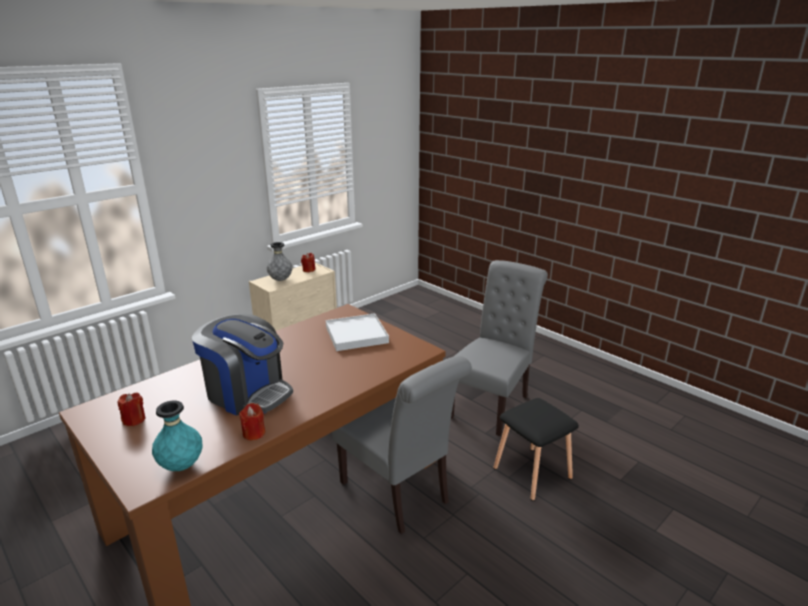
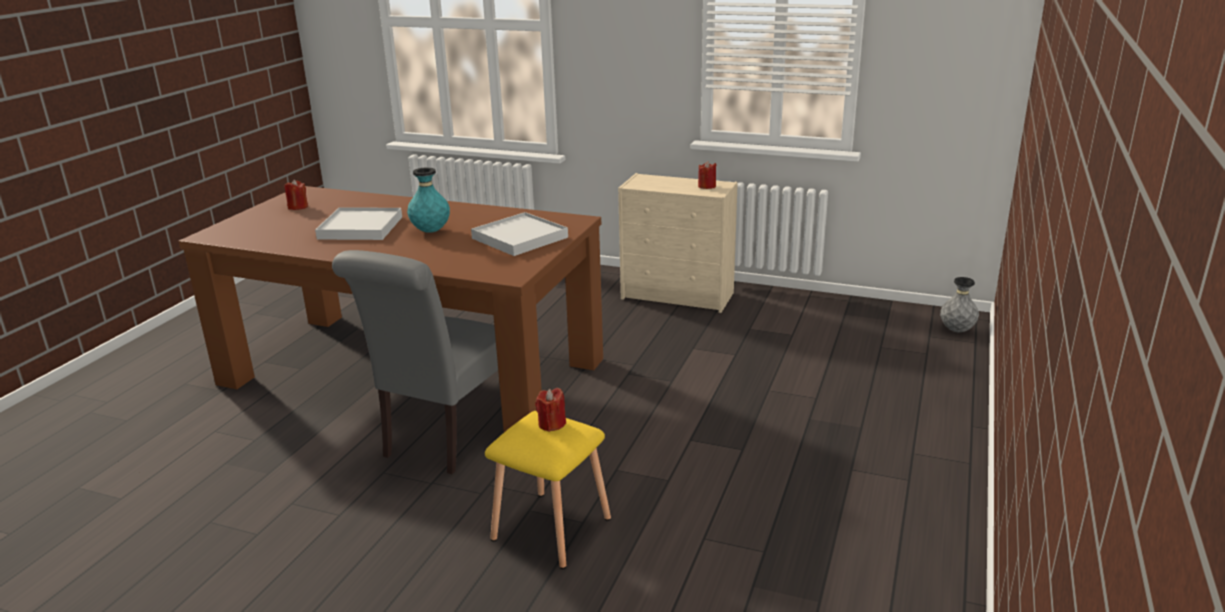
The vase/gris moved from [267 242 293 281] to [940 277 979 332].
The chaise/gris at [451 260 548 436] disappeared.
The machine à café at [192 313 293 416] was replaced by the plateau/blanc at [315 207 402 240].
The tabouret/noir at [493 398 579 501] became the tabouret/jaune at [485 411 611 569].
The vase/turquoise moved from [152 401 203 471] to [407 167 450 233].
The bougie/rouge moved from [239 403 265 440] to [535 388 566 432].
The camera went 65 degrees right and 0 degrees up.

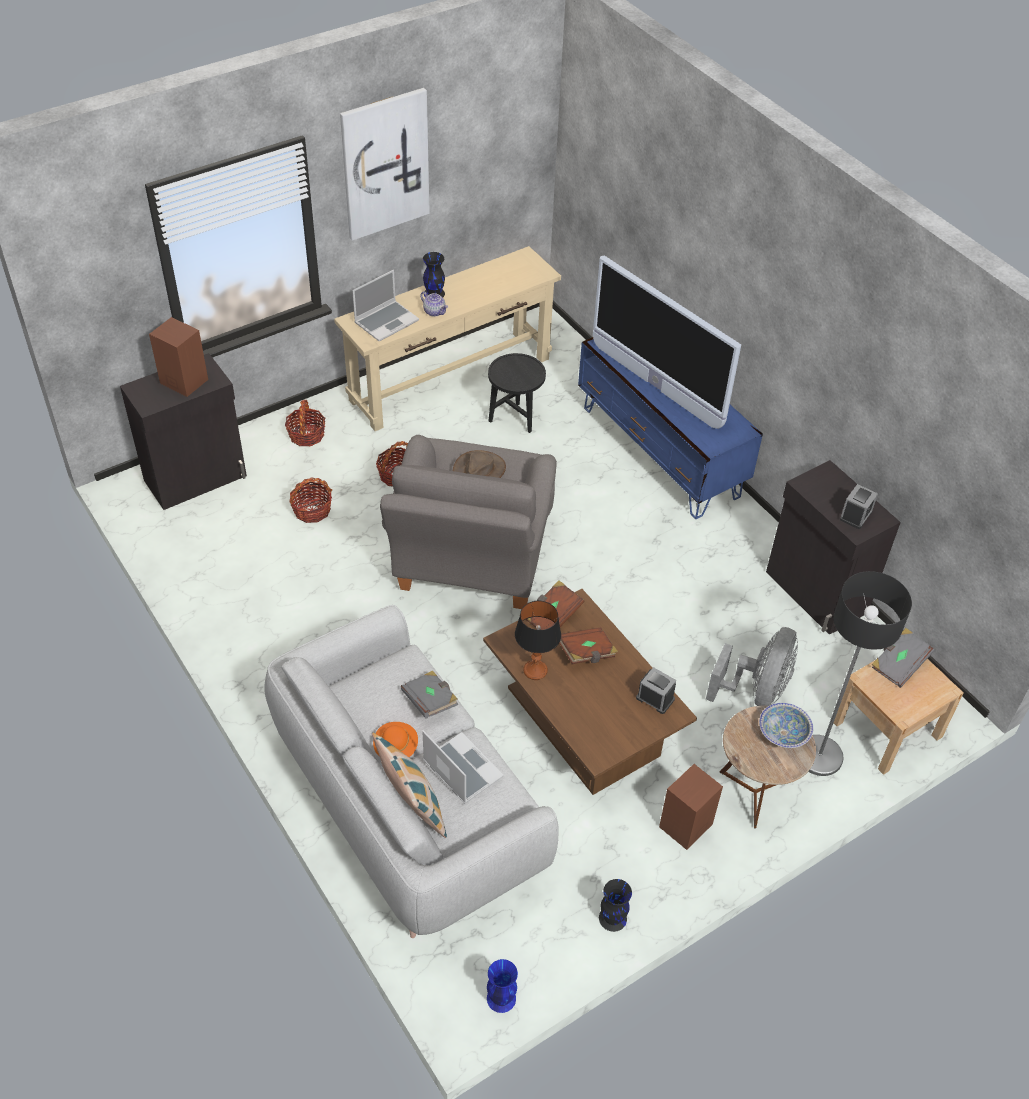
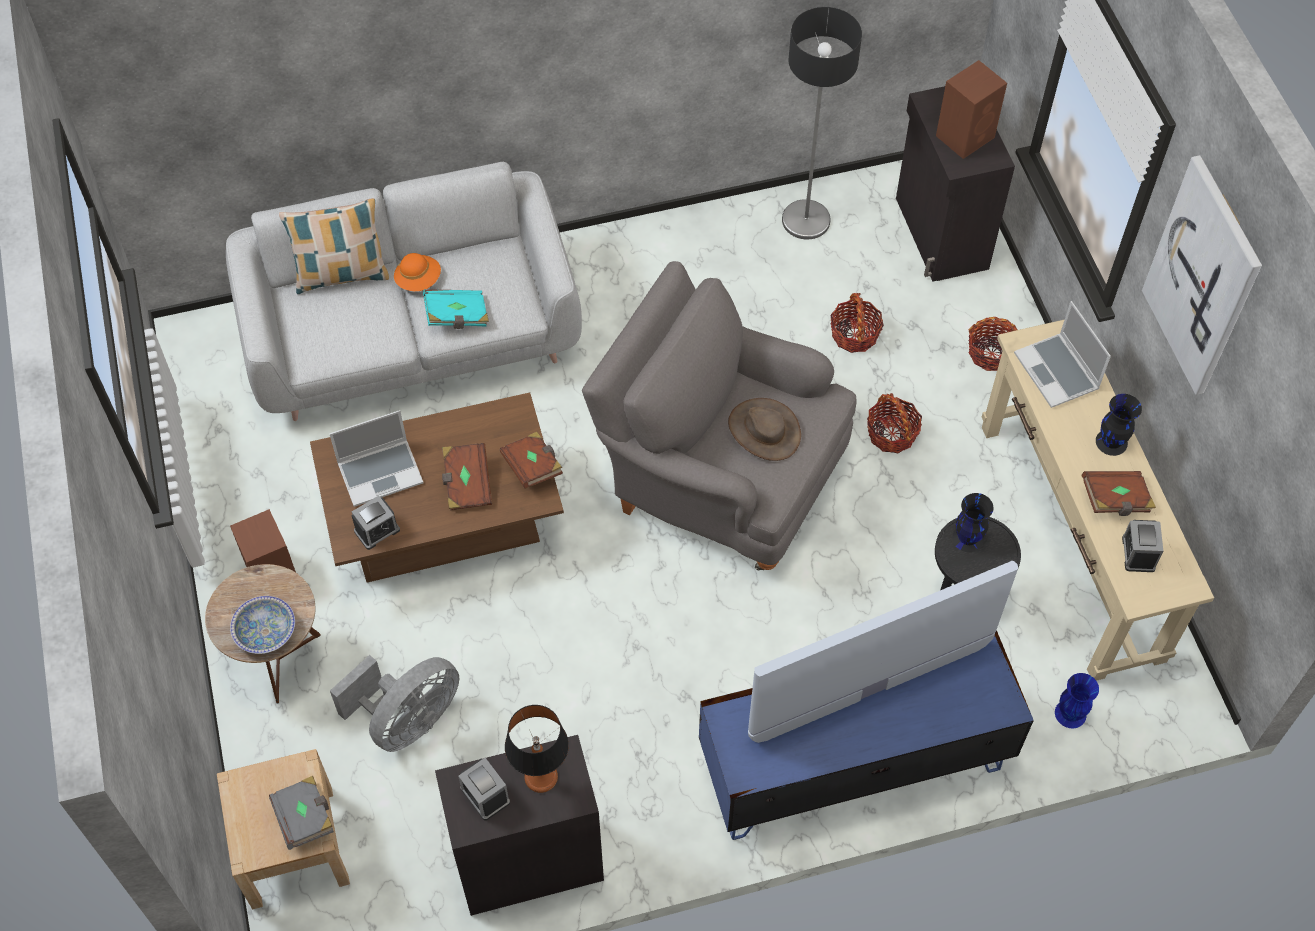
The théière at [420 291 448 317] disappeared.
The lampadaire moved from [808 571 912 776] to [782 7 862 240].
The lampe de table moved from [515 601 561 680] to [505 705 569 793].
The ventilateur/gris at [706 627 798 706] turned 90 degrees counterclockwise.
The livre/gris at [401 671 458 719] became the livre/turquoise at [423 289 489 329].
The ordinateur portable moved from [422 730 504 804] to [329 410 424 507].
The vase/noir moved from [599 879 632 932] to [952 493 993 552].
The vase/bleu moved from [487 959 518 1013] to [1055 673 1099 728].
The livre/marron at [1082 471 1156 516] appeared.
The réveil at [1122 520 1163 572] appeared.
The camera went 110 degrees right and 10 degrees up.

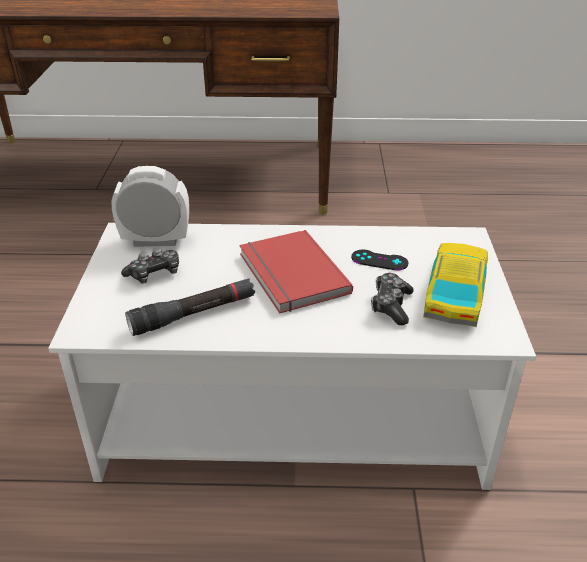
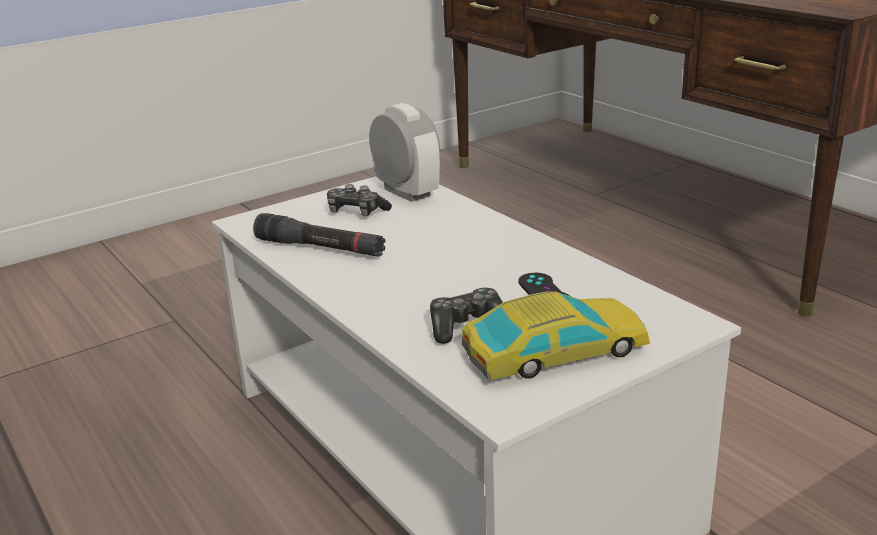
The livre/rouge at [240 230 353 313] disappeared.
The camera went 55 degrees right and 10 degrees down.

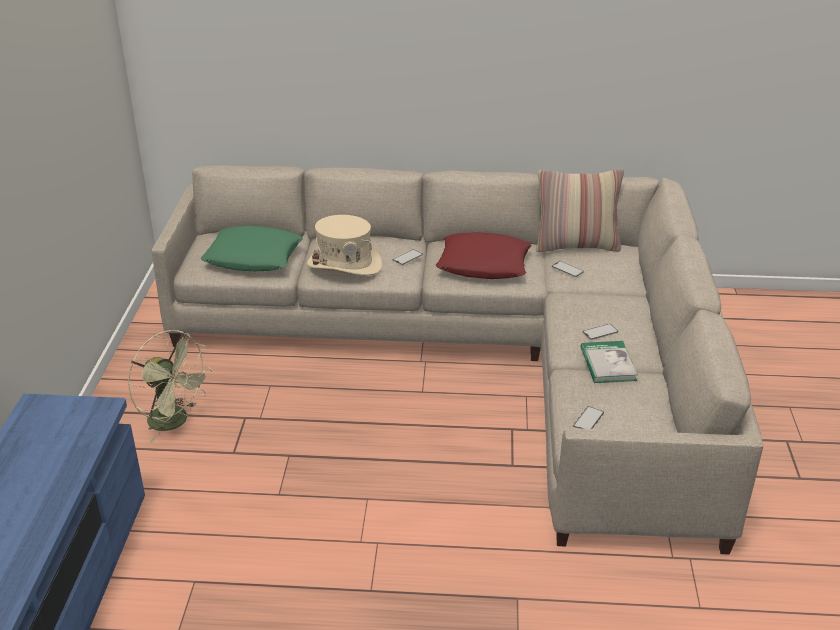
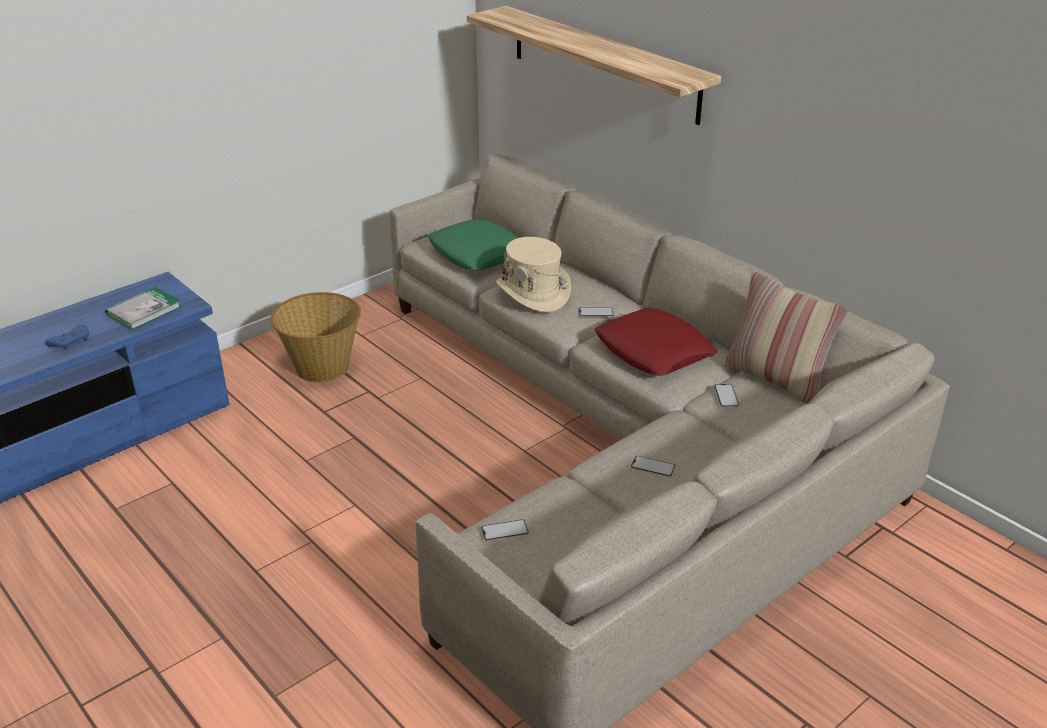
The ventilateur/vert at [128 330 213 443] was replaced by the panier at [270 292 361 382].
The livre moved from [580 341 638 383] to [105 287 182 330].
The étagère at [467 6 721 125] appeared.
The manette/bleu at [45 325 89 350] appeared.
The camera went 45 degrees right and 0 degrees up.

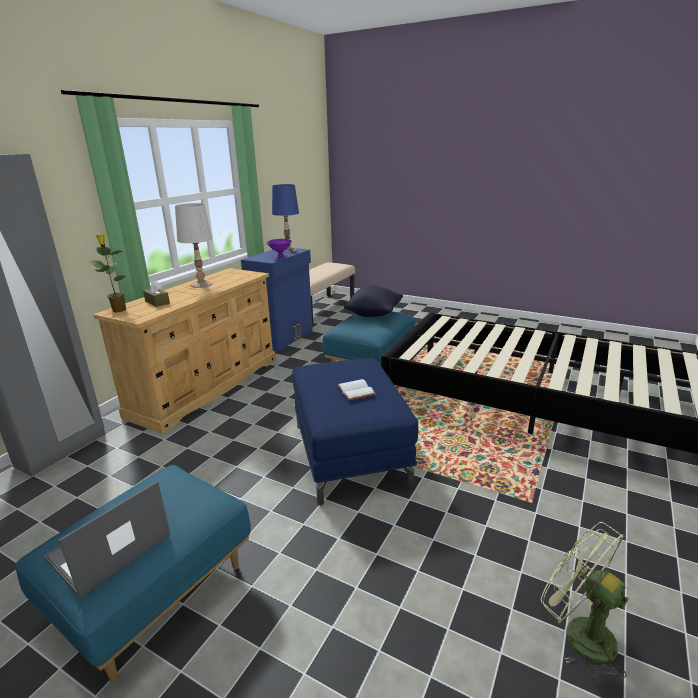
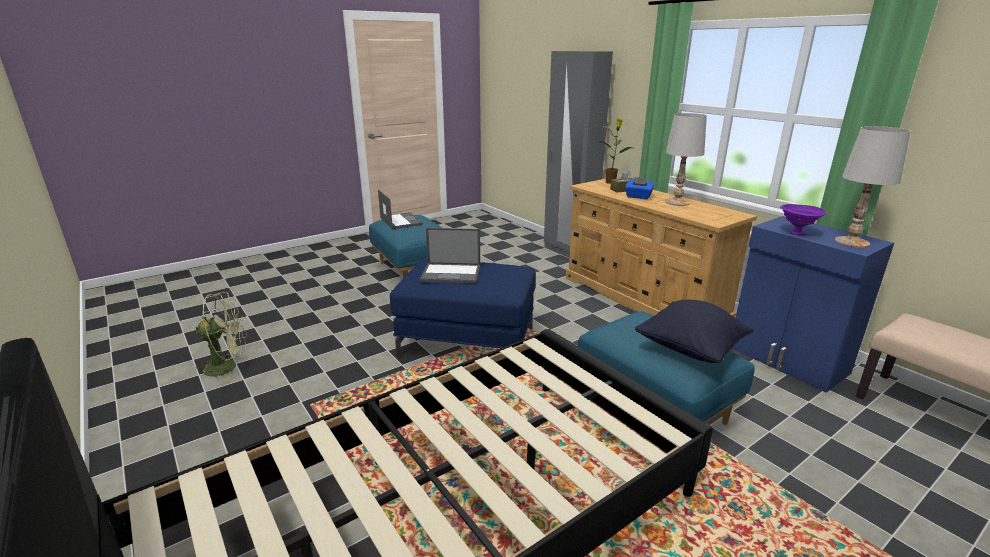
The lampe de table/bleu at [272 184 299 253] became the lampe de table/blanc at [835 126 911 248].
The livre/blanc at [337 379 376 401] was replaced by the ordinateur portable at [420 228 480 283].
The boîte à mouchoirs/bleu at [625 177 655 199] appeared.
The camera went 115 degrees right and 0 degrees up.

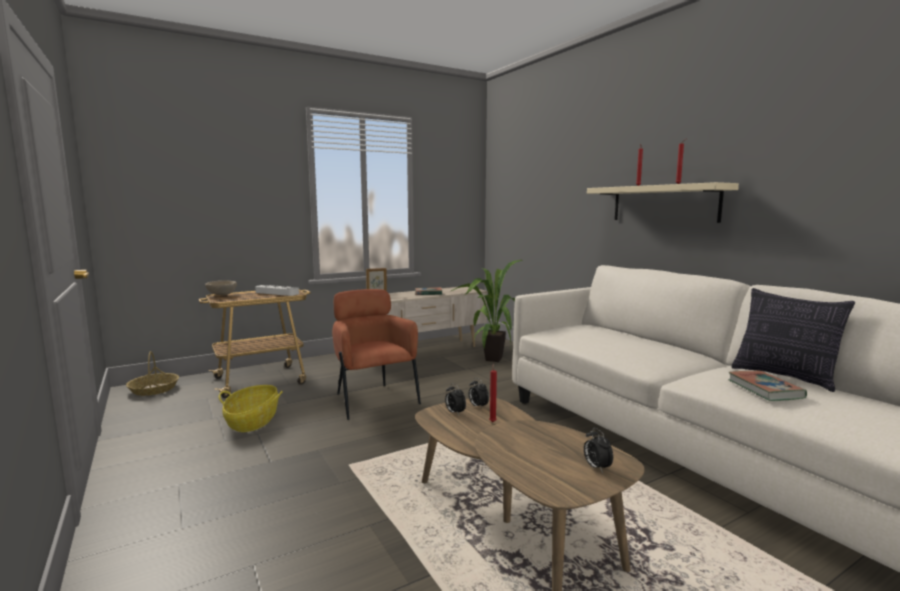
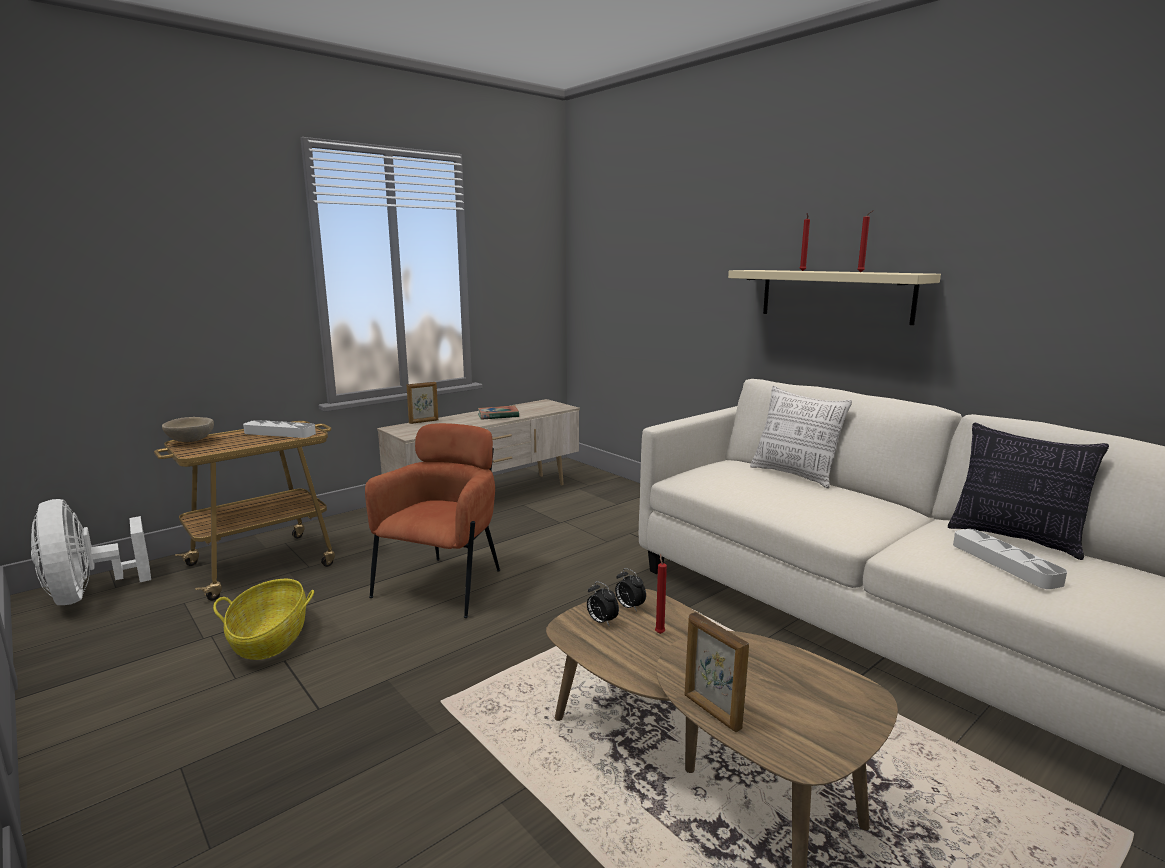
The plante en pot at [451 260 523 362] disappeared.
The fauteuil/marron at [332 289 421 420] turned 60 degrees clockwise.
The panier at [126 351 179 396] was replaced by the ventilateur/blanc at [31 499 151 605].
The livre at [728 371 807 401] was replaced by the plateau/gris at [953 529 1067 589].
The réveil at [584 428 613 473] disappeared.
The coussin at [750 386 852 489] appeared.
The cadre photo at [684 612 749 732] appeared.
The camera went 10 degrees left and 5 degrees up.

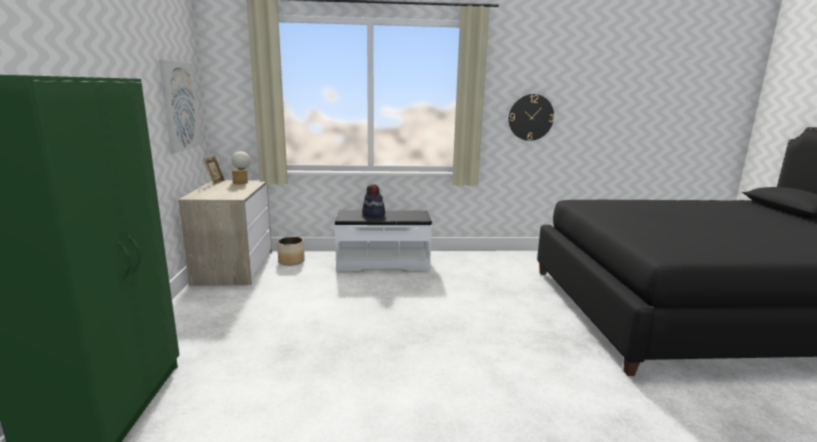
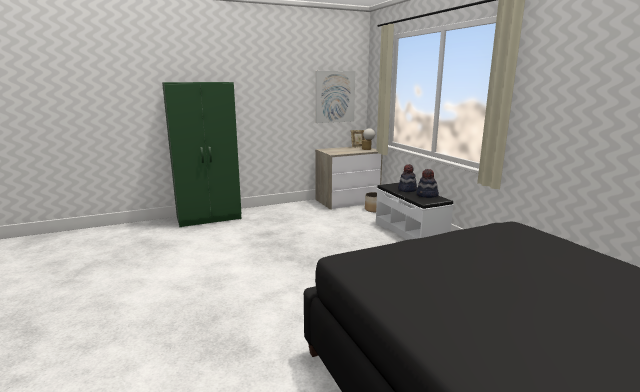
The horloge murale at [509 94 554 141] disappeared.
The chapeau at [416 169 439 198] appeared.
The camera went 70 degrees right and 0 degrees up.

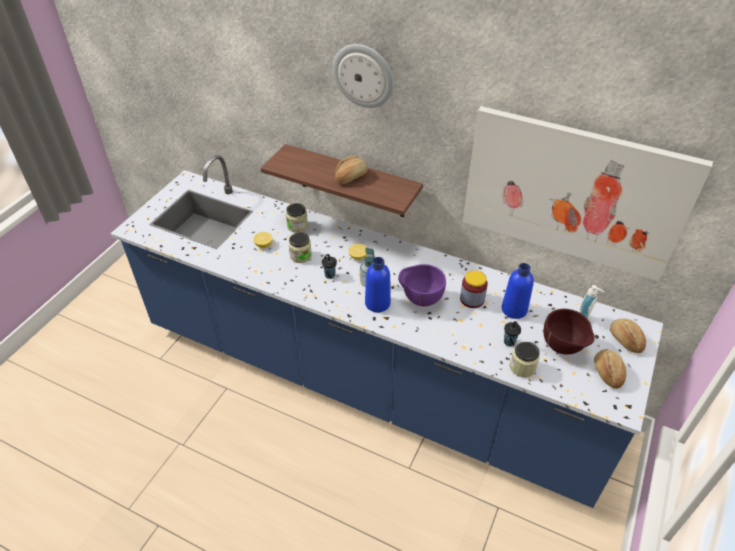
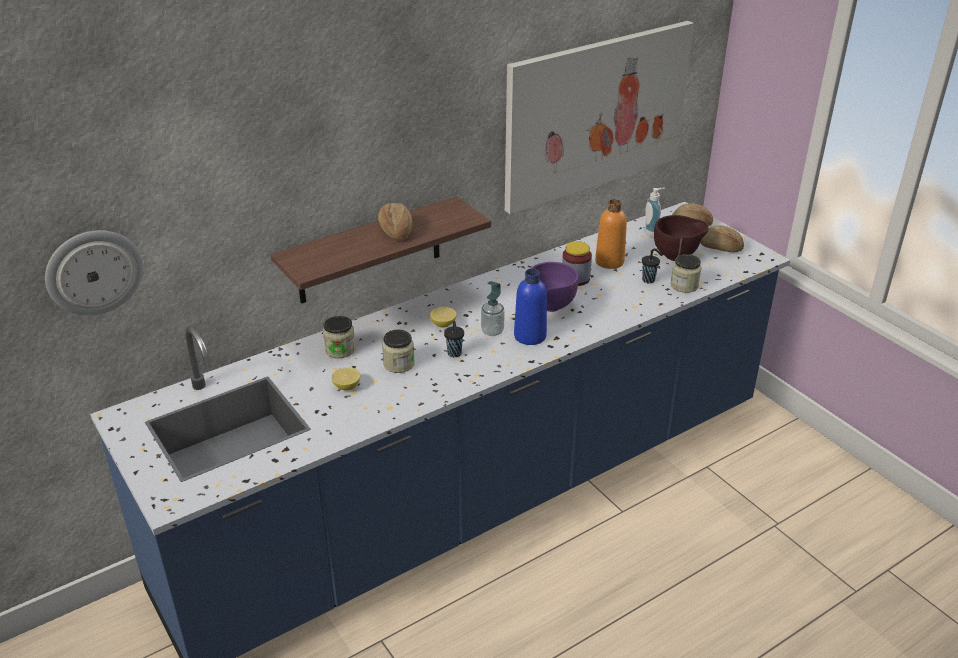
The horloge murale moved from [333 44 394 108] to [45 230 143 315].
The bouteille/bleu at [502 263 534 319] became the bouteille/orange at [595 199 627 269].
The camera went 60 degrees left and 10 degrees down.

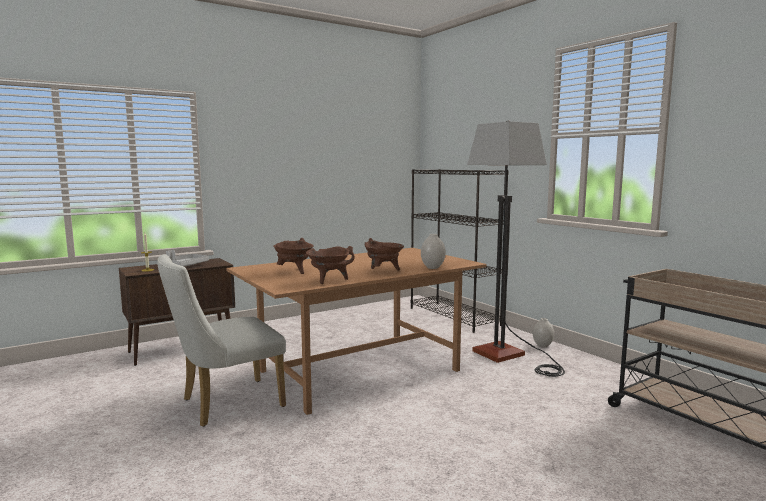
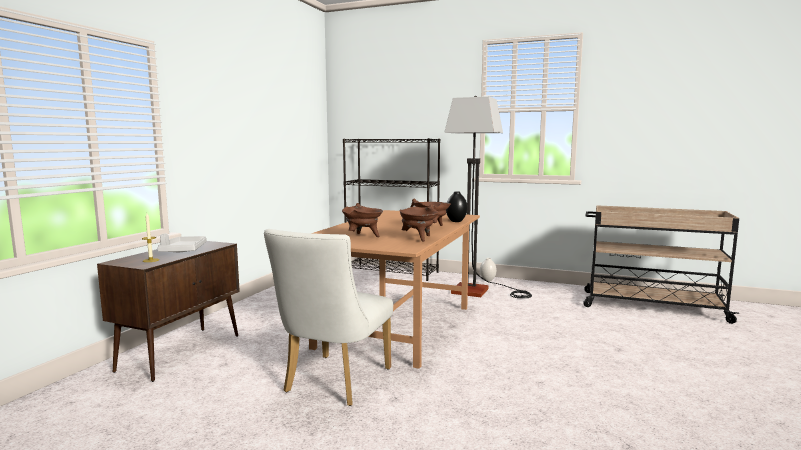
The vase/blanc at [421 234 446 269] became the vase/noir at [446 191 468 222].
The camera went 35 degrees left and 0 degrees up.

